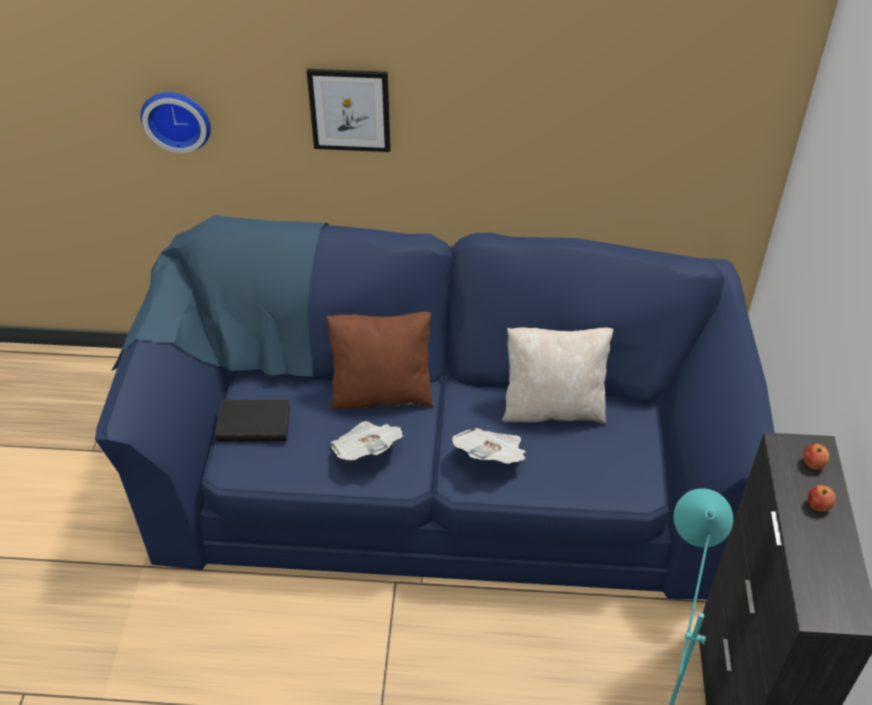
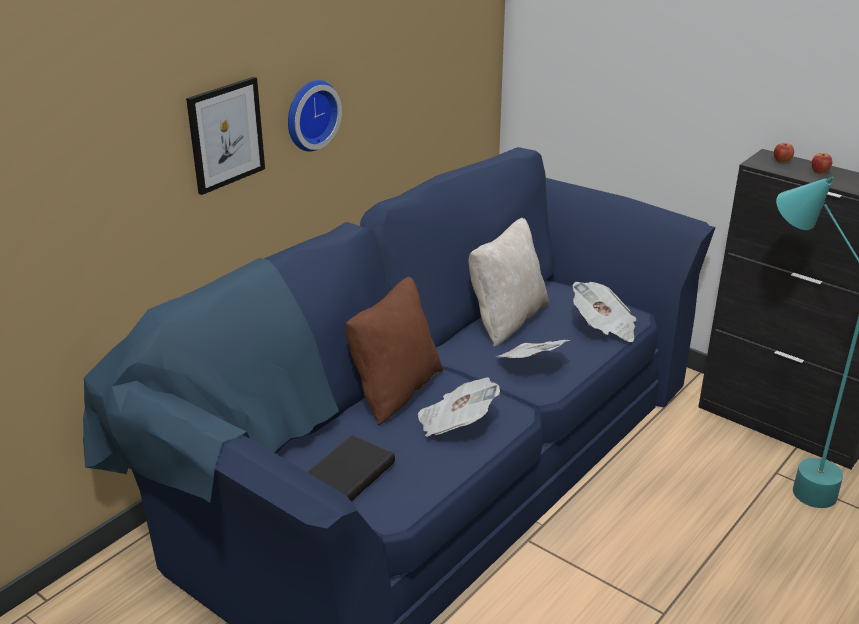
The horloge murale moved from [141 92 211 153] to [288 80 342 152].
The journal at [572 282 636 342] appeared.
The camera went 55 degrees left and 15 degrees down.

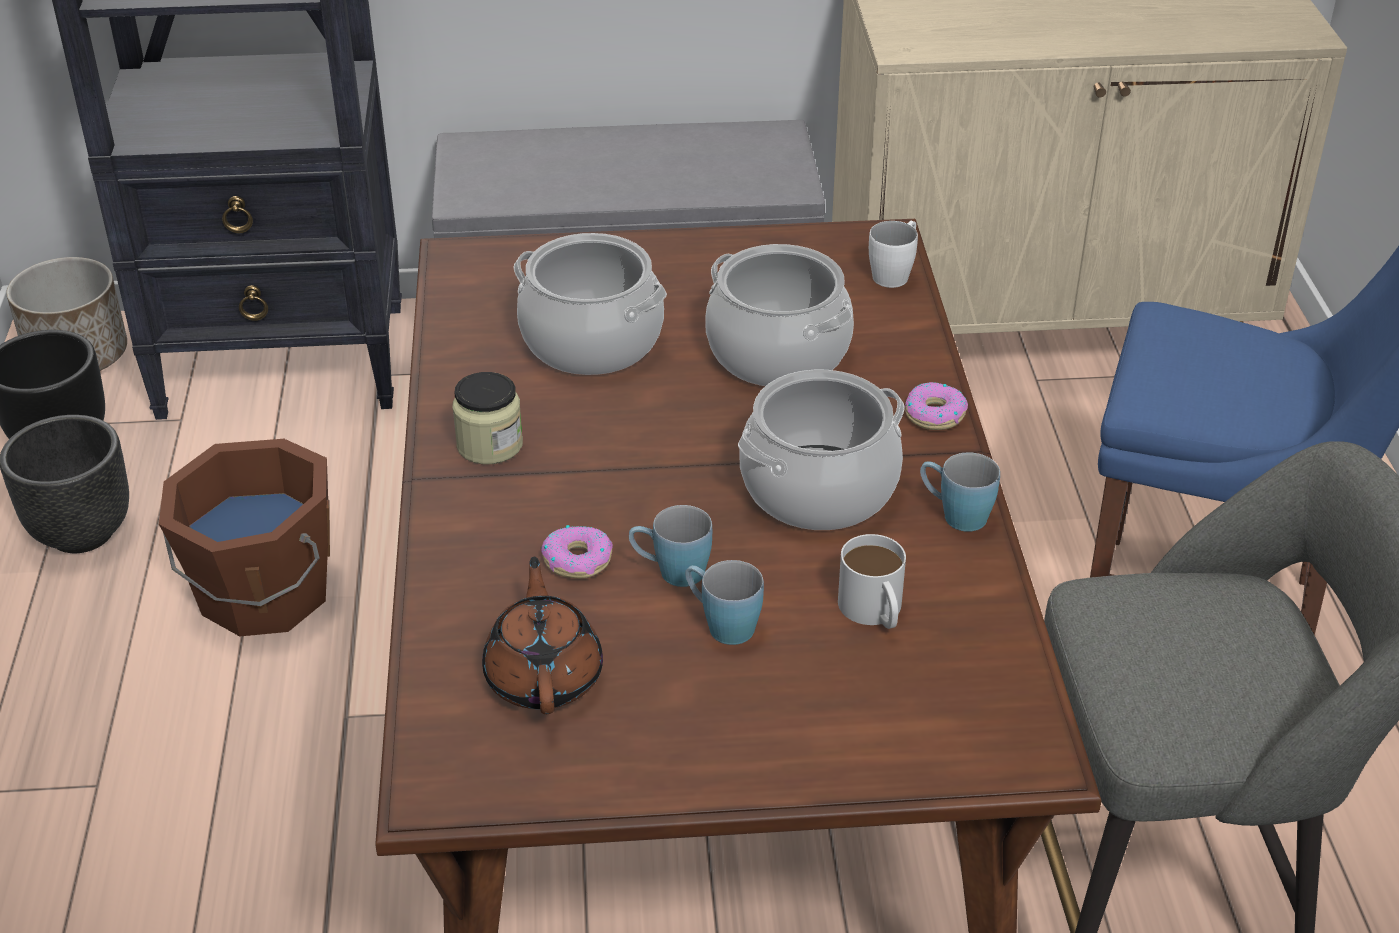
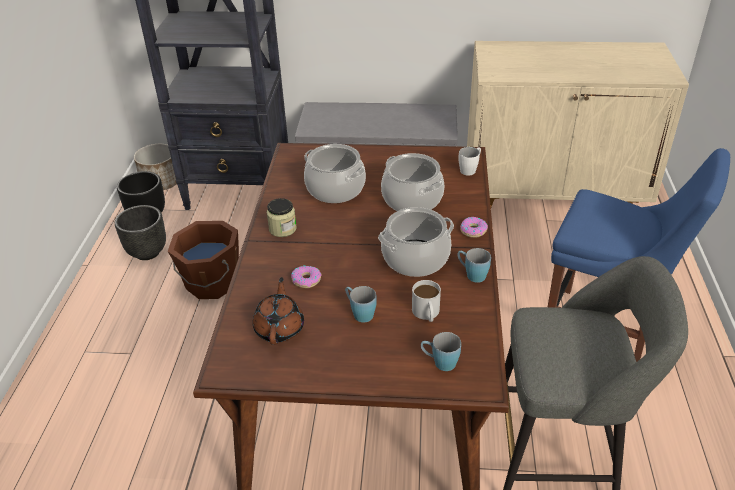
The mug/bleu moved from [629 505 712 587] to [421 332 461 371].
The camera went 10 degrees right and 0 degrees up.

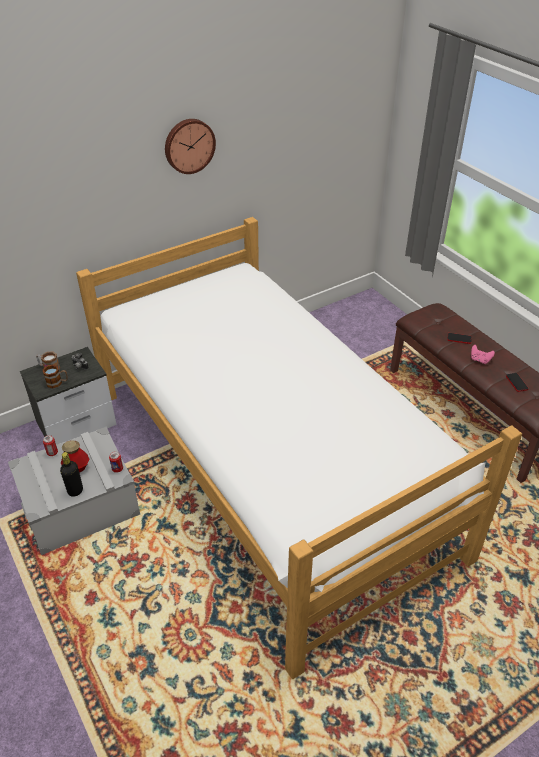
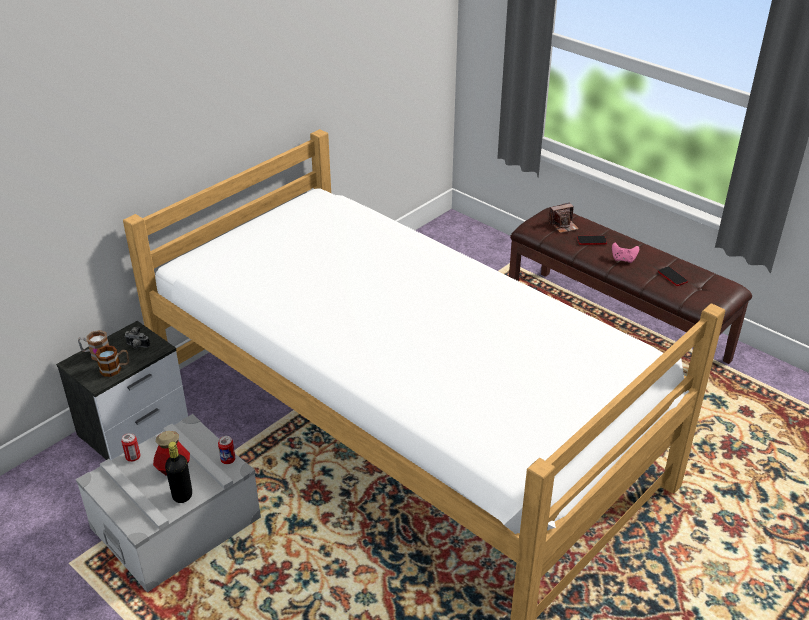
The horloge murale at [165 119 216 174] disappeared.
The appareil photo at [549 202 579 233] appeared.
The camera went 15 degrees left and 5 degrees down.

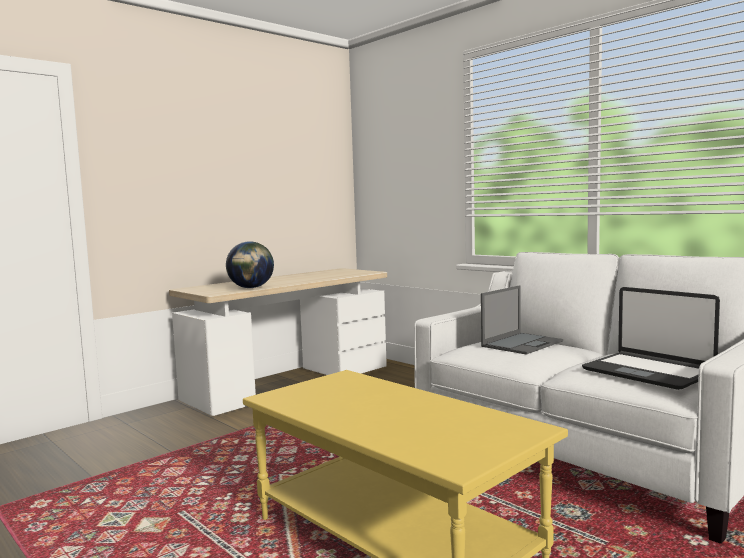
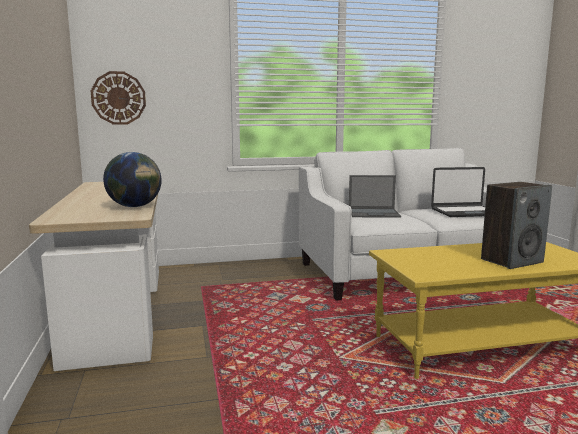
The ordinateur portable at [481 285 563 355] turned 105 degrees clockwise.
The horloge murale at [91 71 146 125] appeared.
The enceinte at [481 182 552 269] appeared.
The camera went 60 degrees left and 5 degrees up.

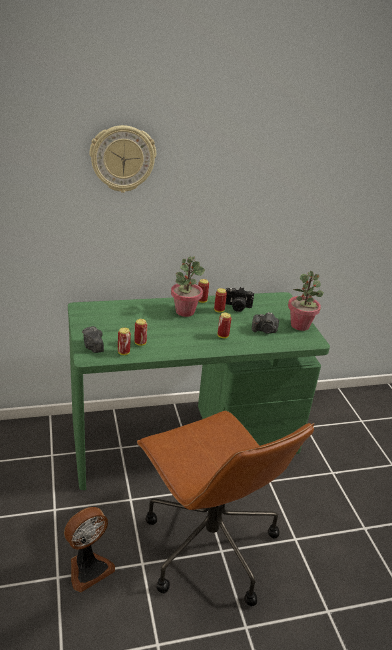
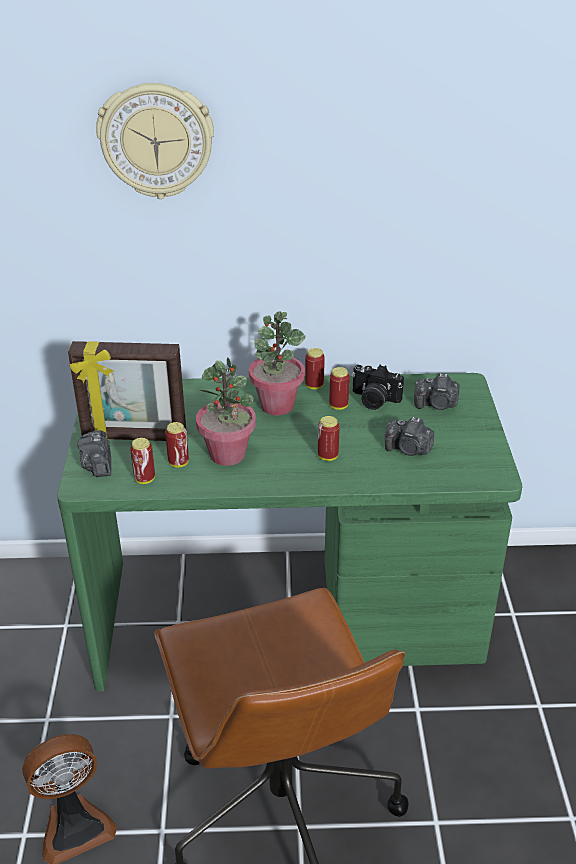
The plante en pot moved from [288 271 324 331] to [196 357 256 466].
The cadre photo at [68 341 186 441] appeared.
The appareil photo at [414 373 460 410] appeared.
The camera went 15 degrees right and 5 degrees up.

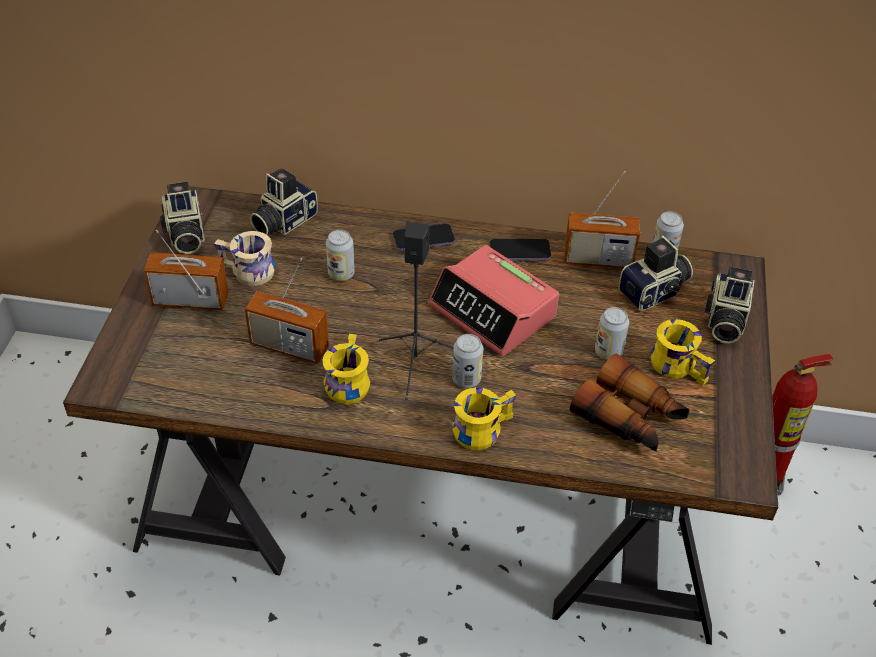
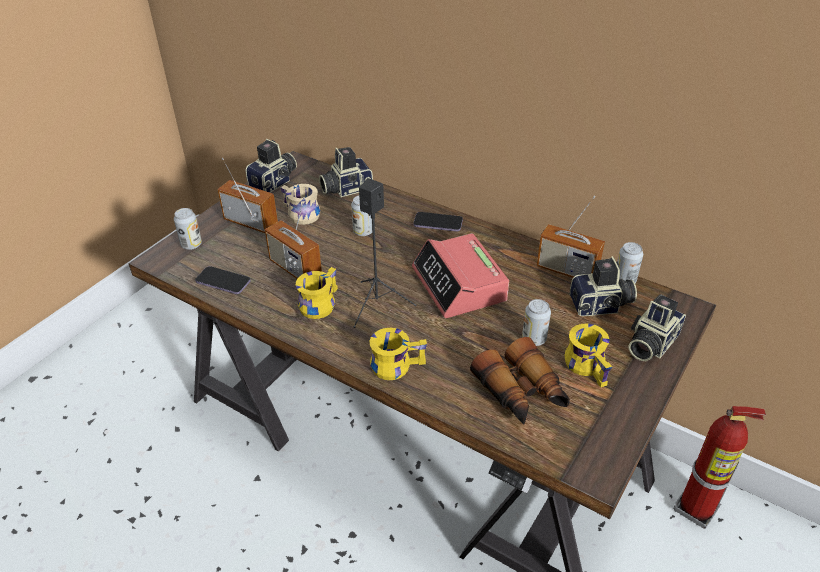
The appareil photo at [160 182 205 254] turned 150 degrees counterclockwise.
The téléphone moved from [490 239 551 261] to [195 266 251 294].
The boîte métallique moved from [452 334 483 388] to [174 208 202 250].
The camera went 25 degrees right and 5 degrees down.

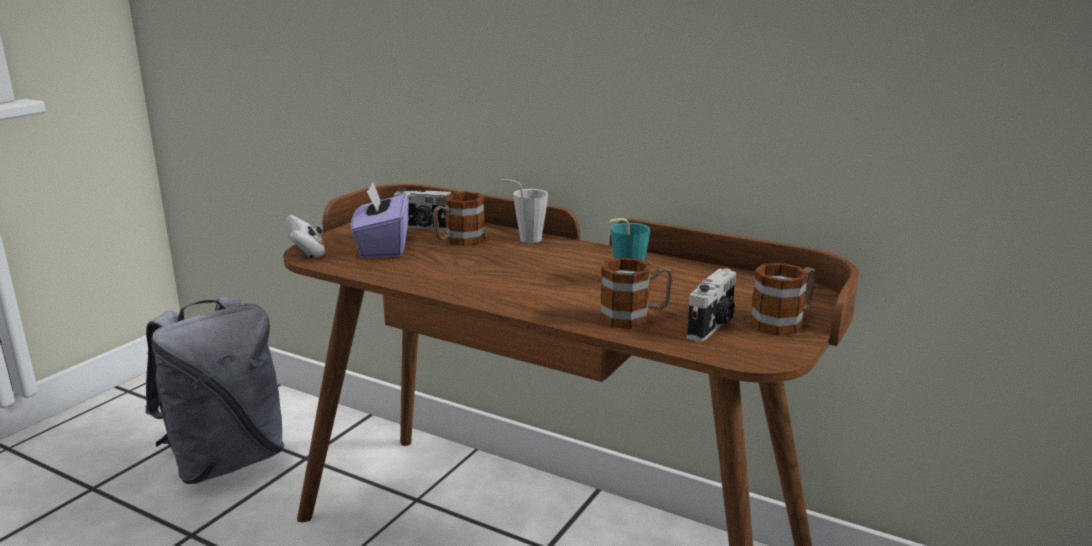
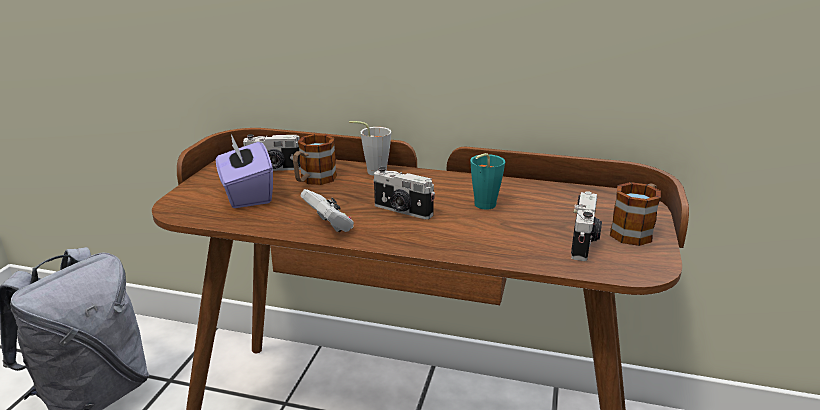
The manette/blanc moved from [286 215 325 258] to [300 189 354 232].
The mug at [600 258 673 329] disappeared.
The appareil photo at [373 167 435 219] appeared.
The camera went 15 degrees left and 5 degrees up.

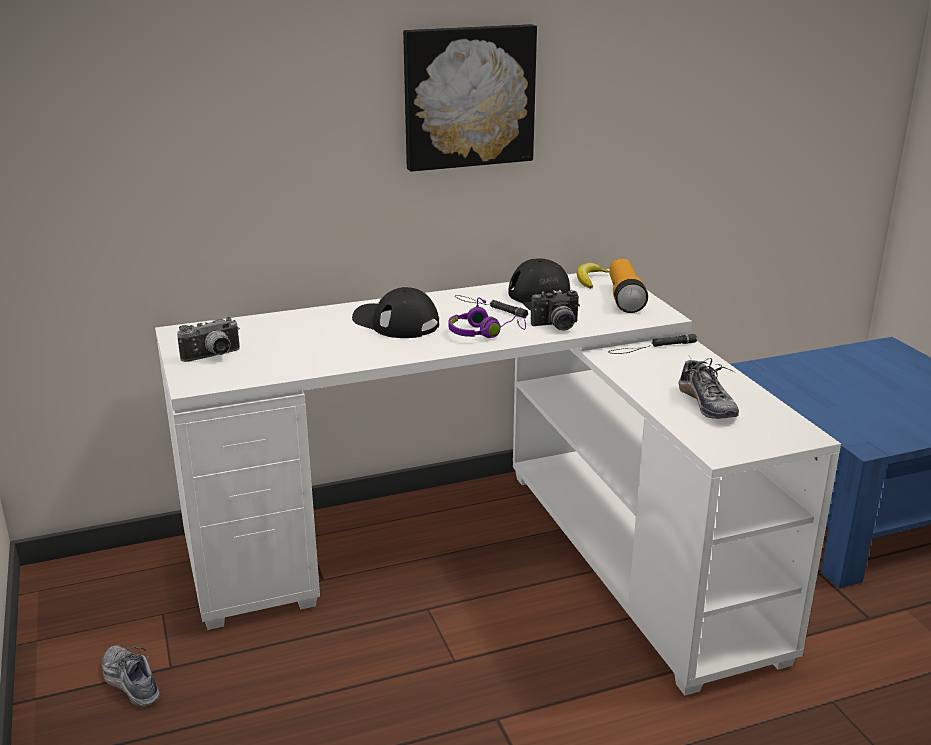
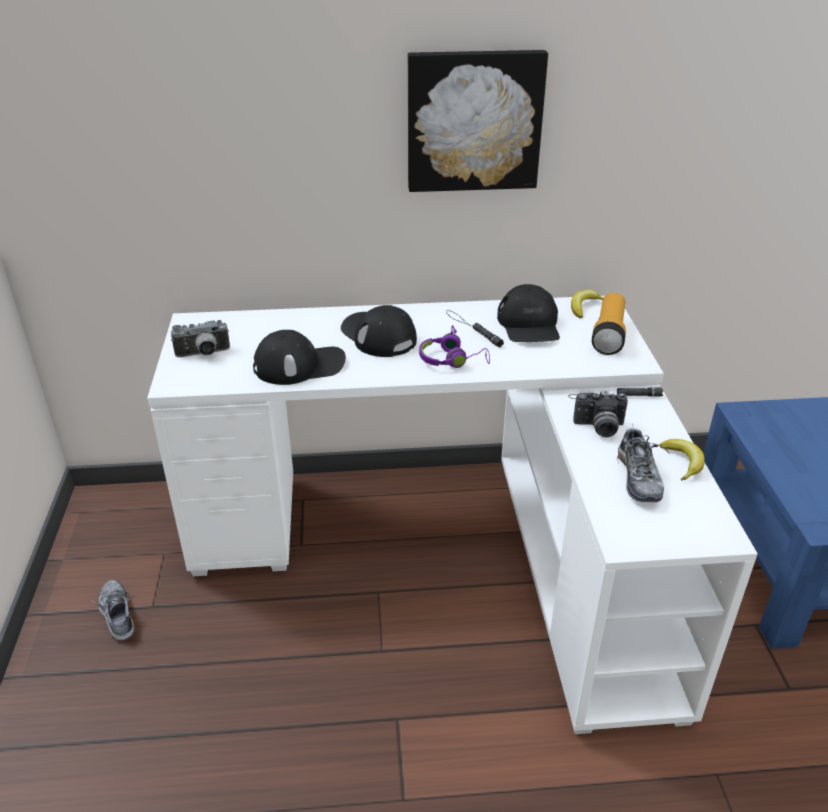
The appareil photo moved from [531 290 579 331] to [573 391 628 437].
The casquette/noir at [253 330 346 385] appeared.
The banane at [660 439 705 481] appeared.
The camera went 15 degrees right and 10 degrees up.

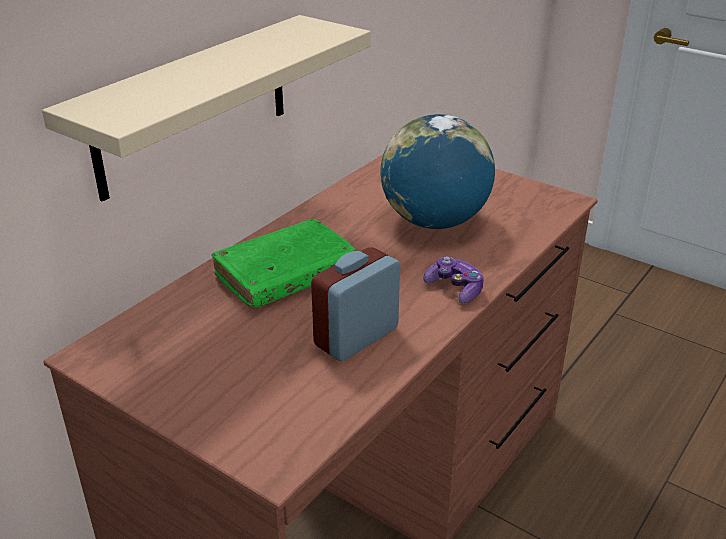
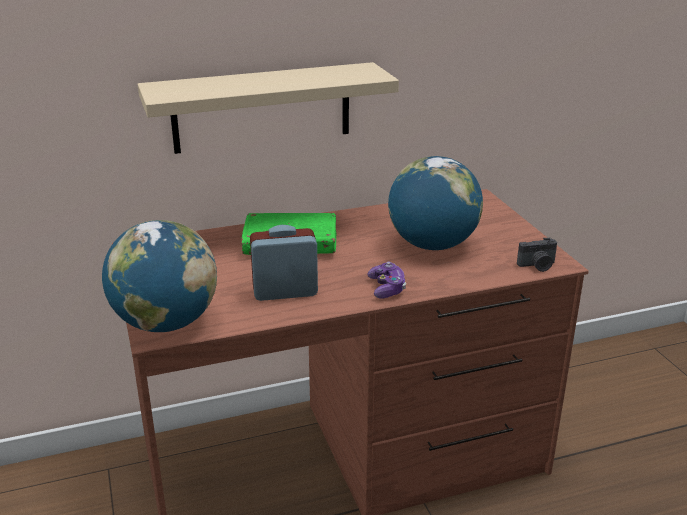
The globe at [102 220 217 332] appeared.
The appareil photo at [517 238 557 272] appeared.
The camera went 35 degrees right and 5 degrees down.

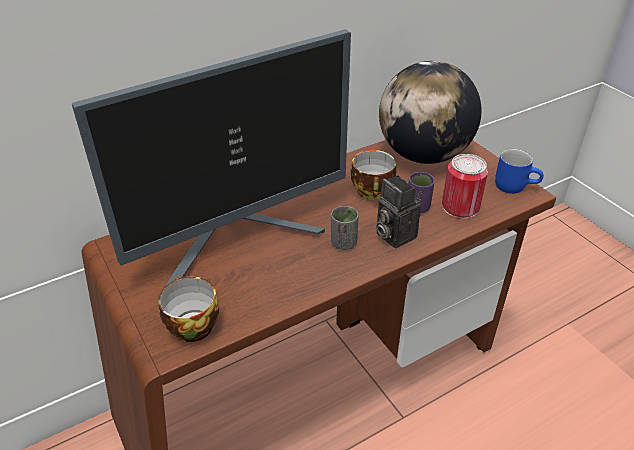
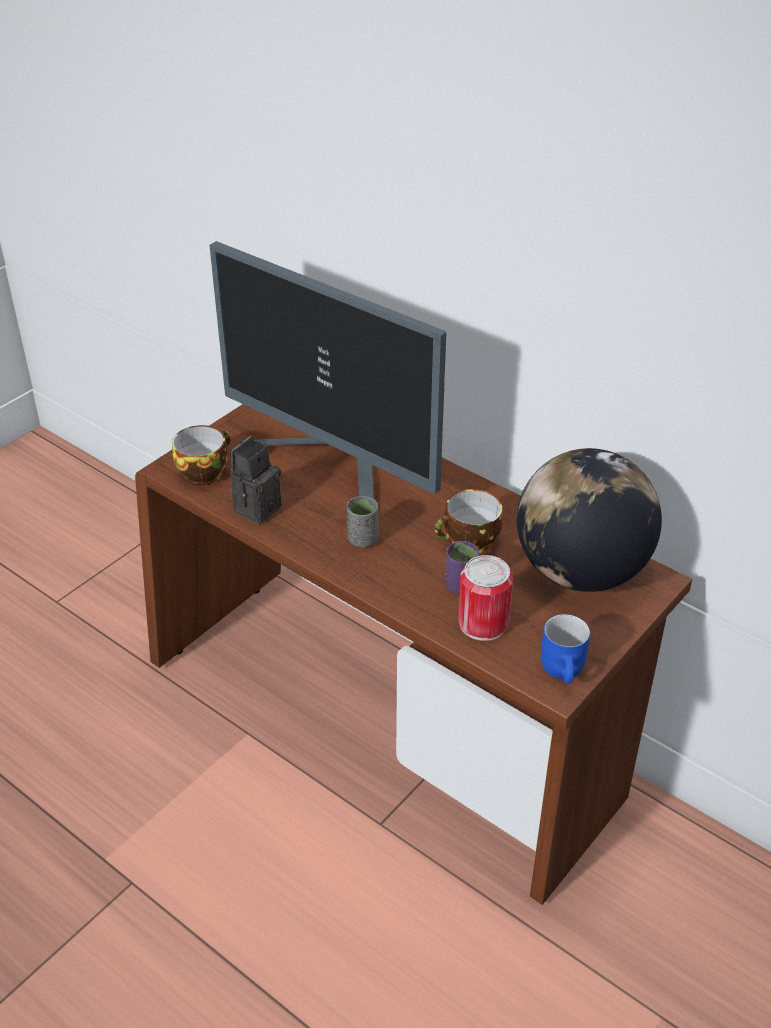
The appareil photo moved from [376 175 421 248] to [230 436 281 524].
The camera went 70 degrees right and 0 degrees up.

